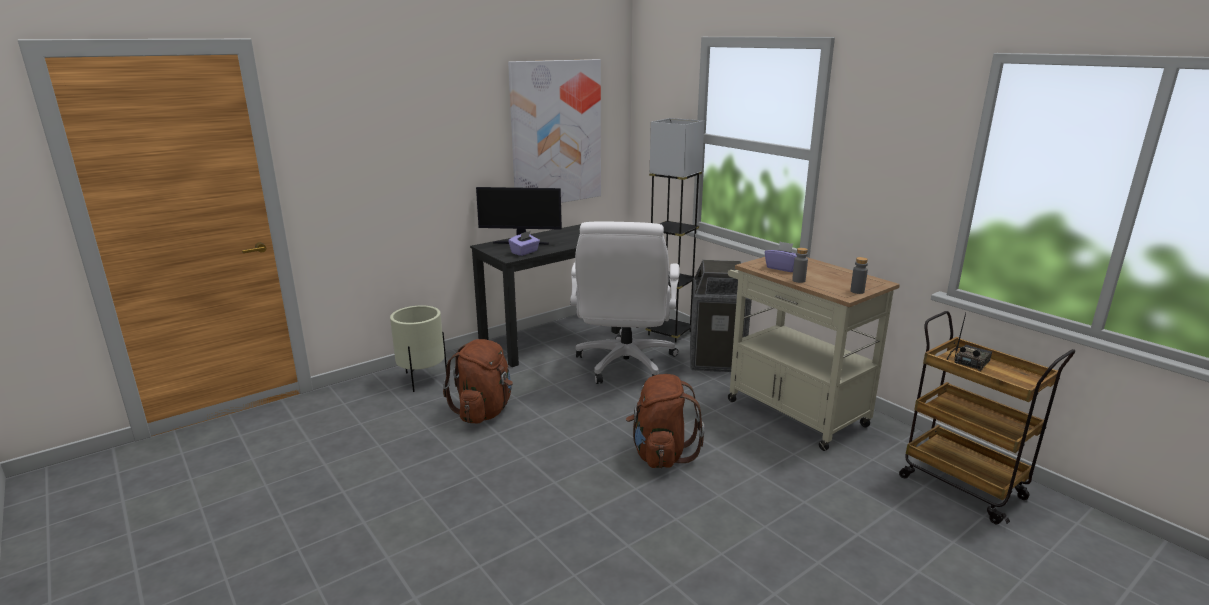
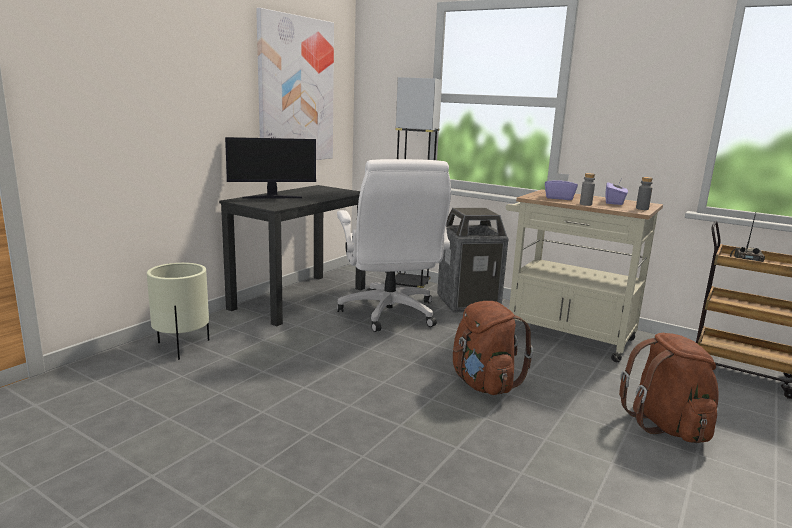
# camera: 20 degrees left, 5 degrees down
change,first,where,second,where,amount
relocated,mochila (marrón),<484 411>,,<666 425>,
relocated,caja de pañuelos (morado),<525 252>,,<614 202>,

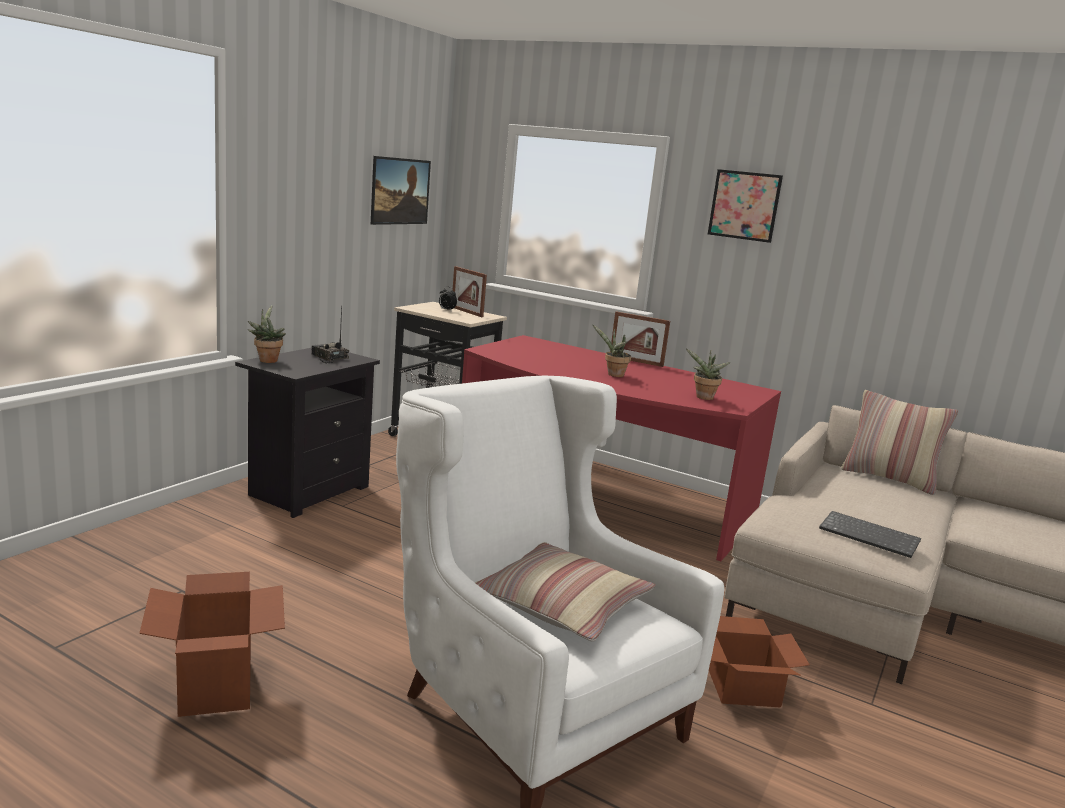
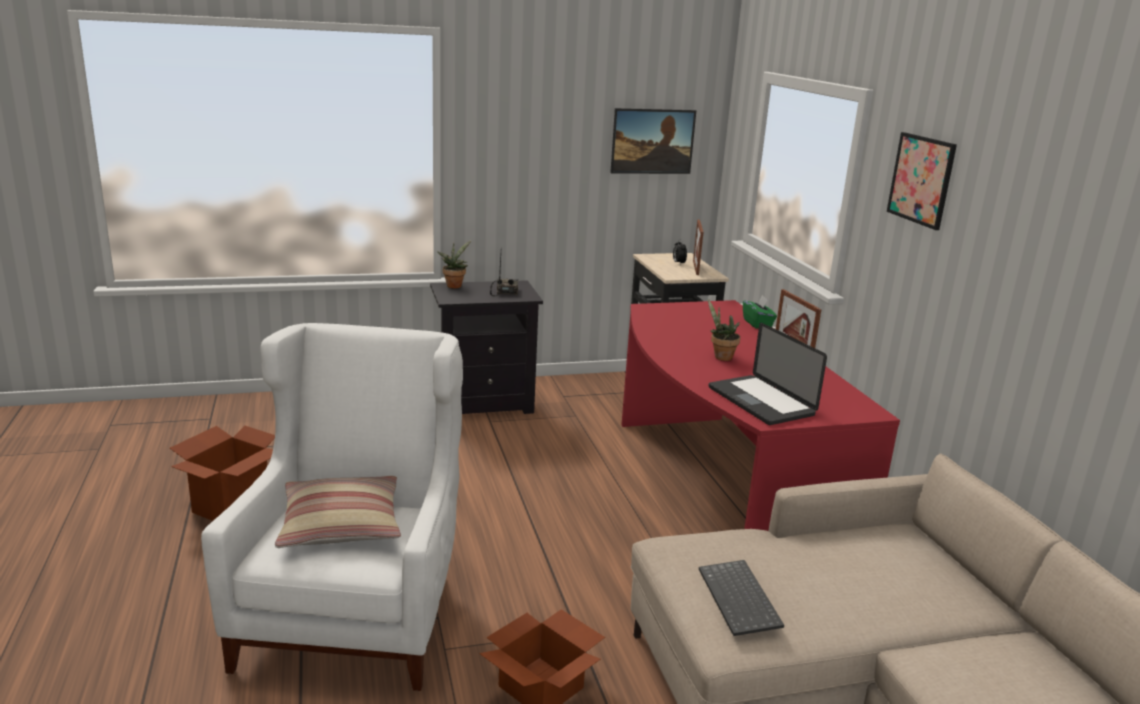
# camera: 45 degrees right, 5 degrees up
change,first,where,second,where,amount
missing,cojín,<889 479>,,,
appeared,,,caja de pañuelos (verde),<757 324>,
exchanged,planta en maceta,<703 398>,portátil,<760 401>,

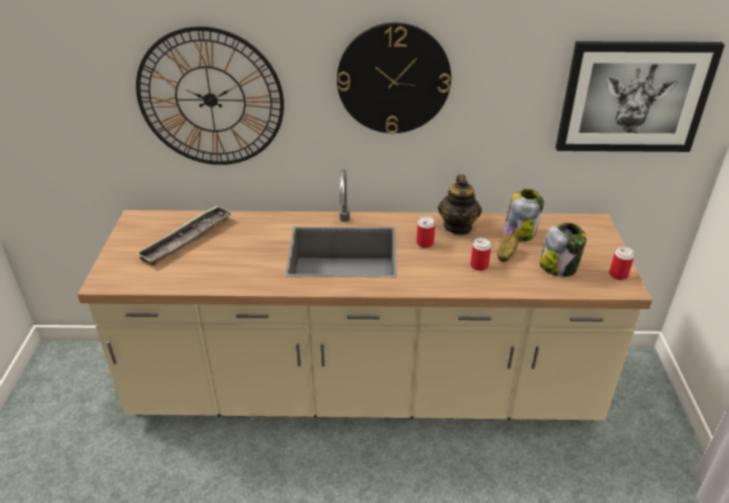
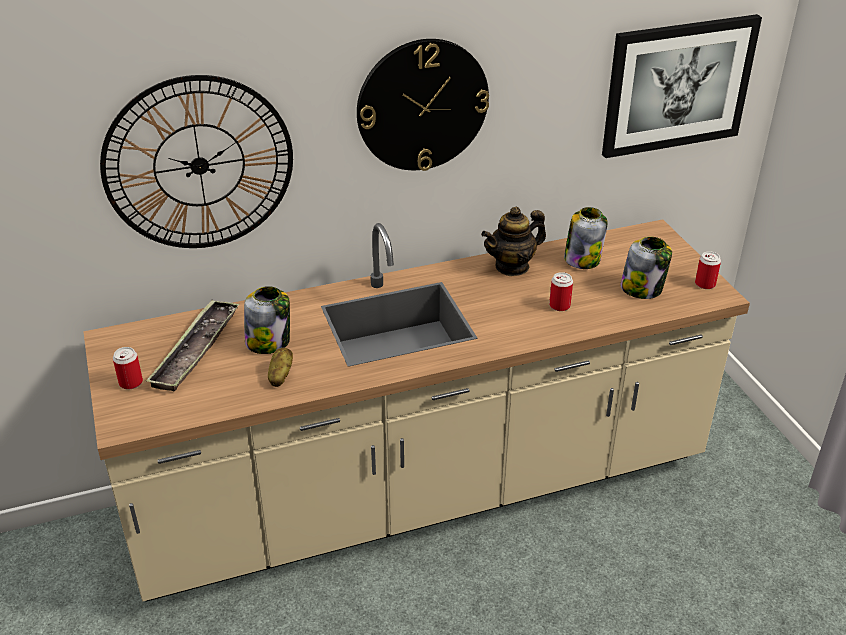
# camera: 20 degrees left, 0 degrees up
change,first,where,second,where,amount
appeared,,,tarro,<269 342>,
relocated,lata,<425 243>,,<131 383>,
relocated,patata,<506 255>,,<280 376>,
spun,tetera,<458 226>,,<512 266>,75 degrees clockwise

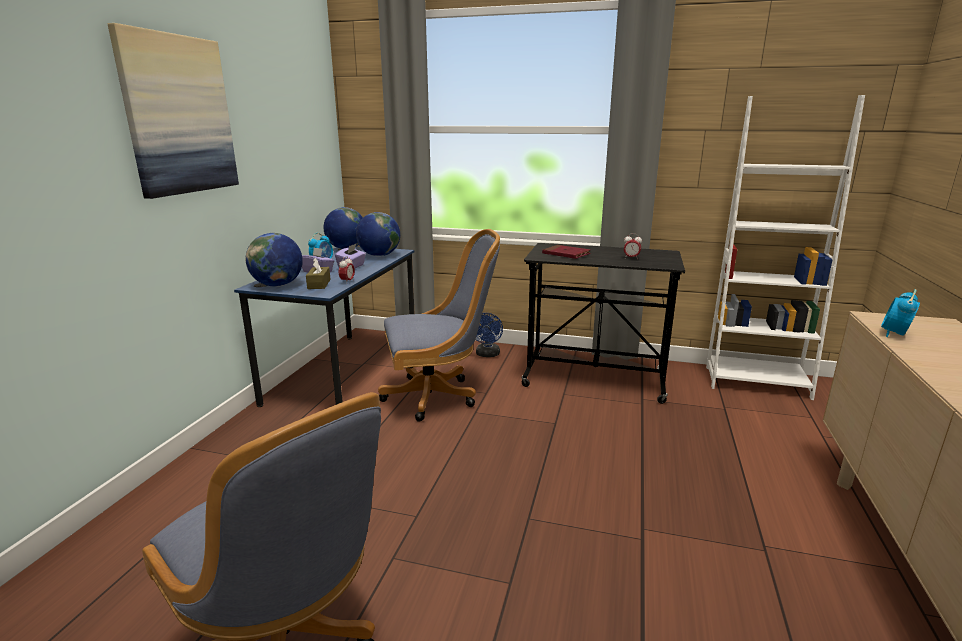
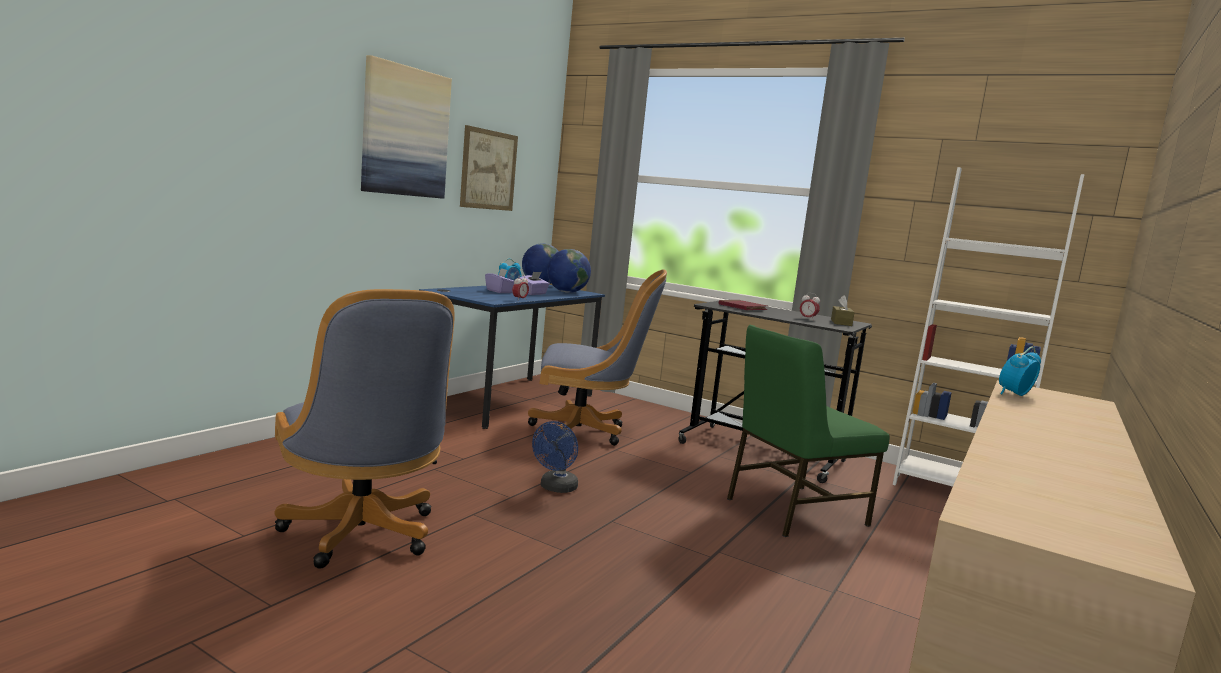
# camera: 15 degrees right, 10 degrees down
change,first,where,second,where,amount
missing,globo terráqueo,<278 285>,,,
appeared,,,cuadro,<488 170>,
appeared,,,silla (verde),<793 511>,
relocated,caja de pañuelos (marrón),<319 284>,,<841 322>,
relocated,ventilador (azul),<487 355>,,<556 488>,

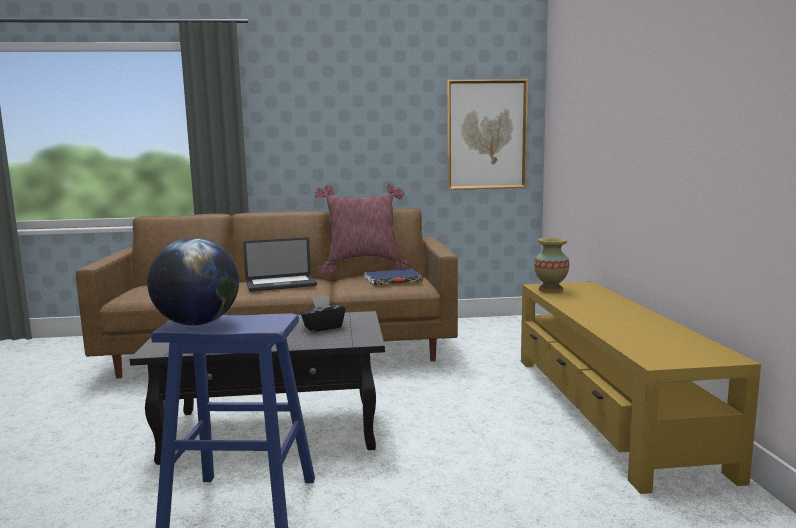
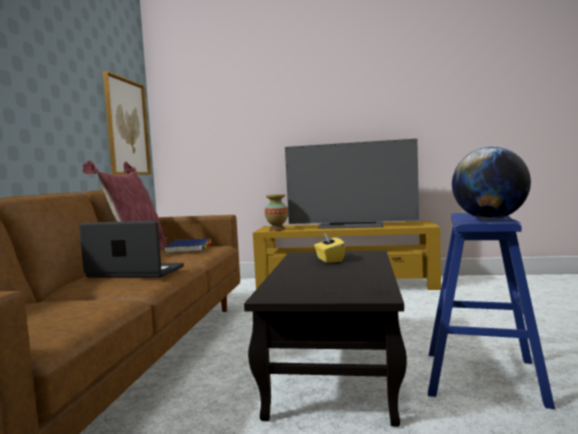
# camera: 75 degrees left, 5 degrees down
change,first,where,second,where,amount
appeared,,,televisor,<351 226>,
colour,caja de pañuelos (negro),<323 327>,caja de pañuelos (amarillo),<329 260>,
spun,portátil,<281 284>,,<136 272>,75 degrees counterclockwise

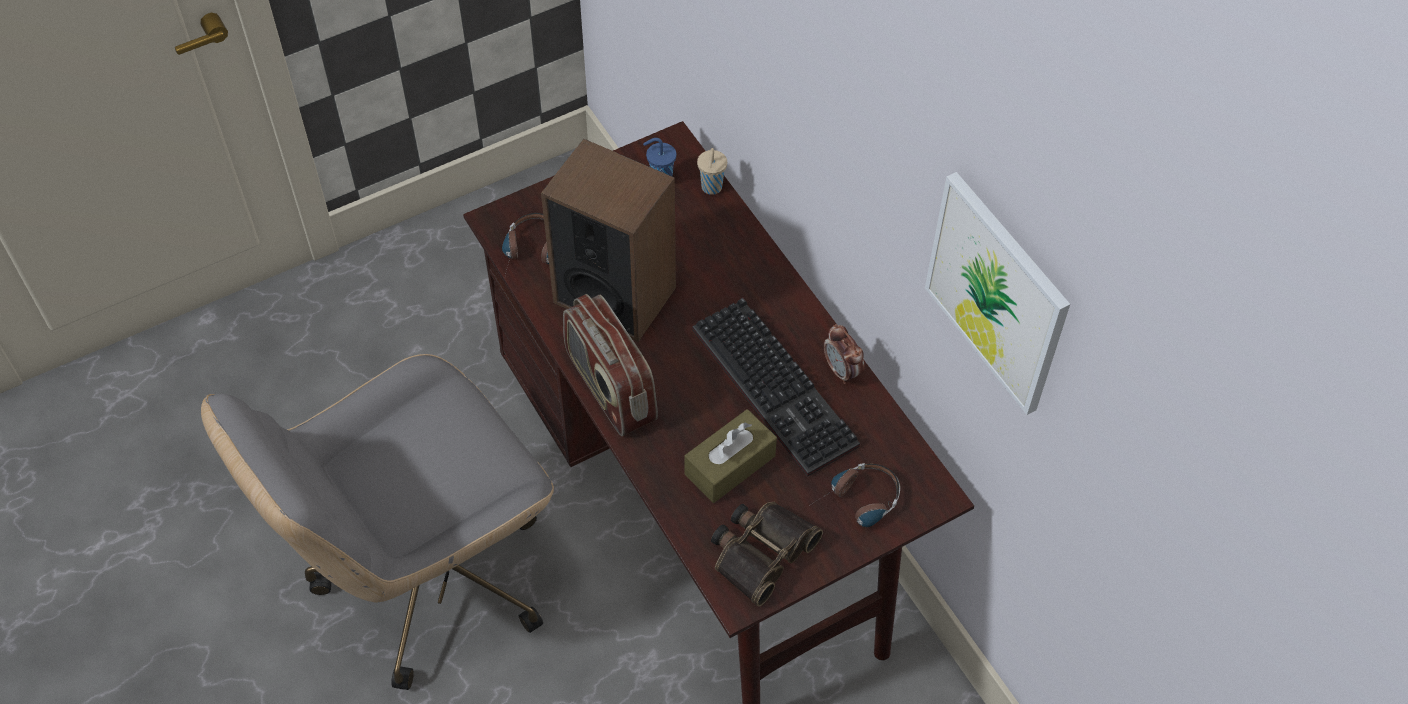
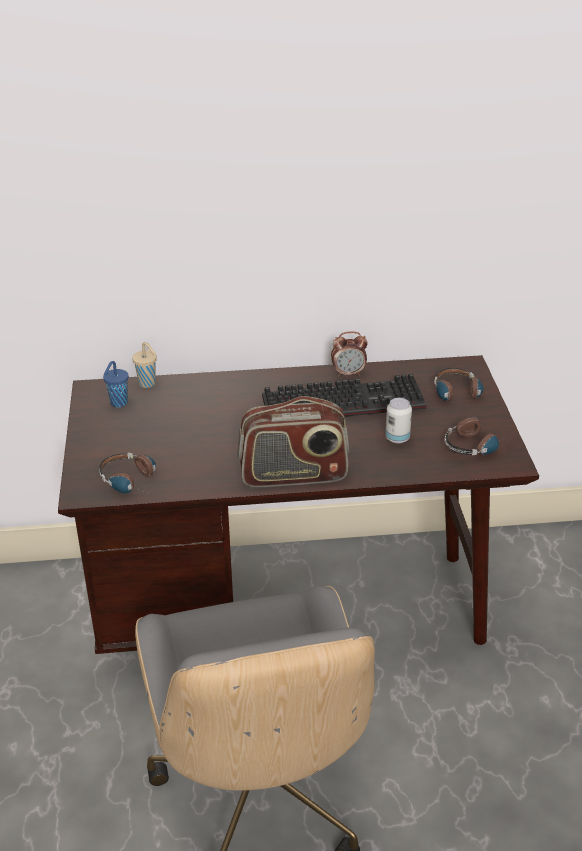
# camera: 65 degrees left, 20 degrees down
change,first,where,second,where,amount
missing,altavoz,<615 294>,,,
missing,cuadro,<997 293>,,,
exchanged,caja de pañuelos (marrón),<730 465>,lata,<397 438>,
exchanged,prismáticos,<760 551>,auriculares,<477 444>,

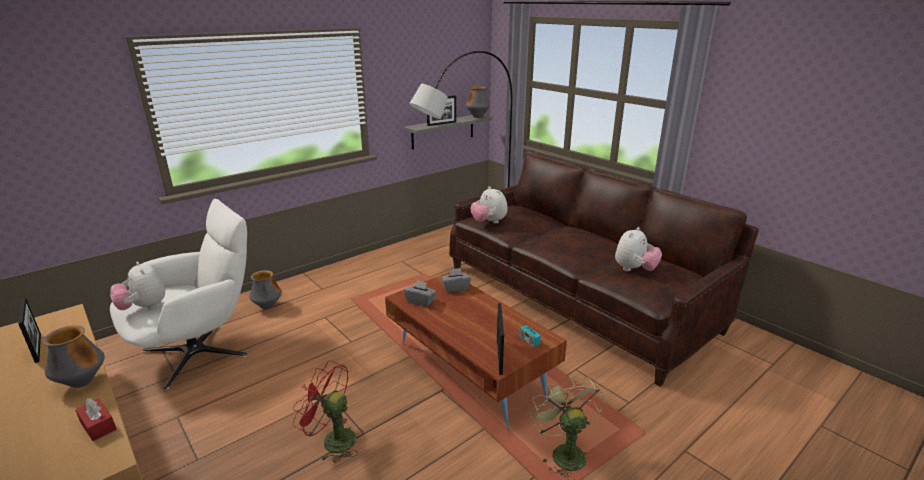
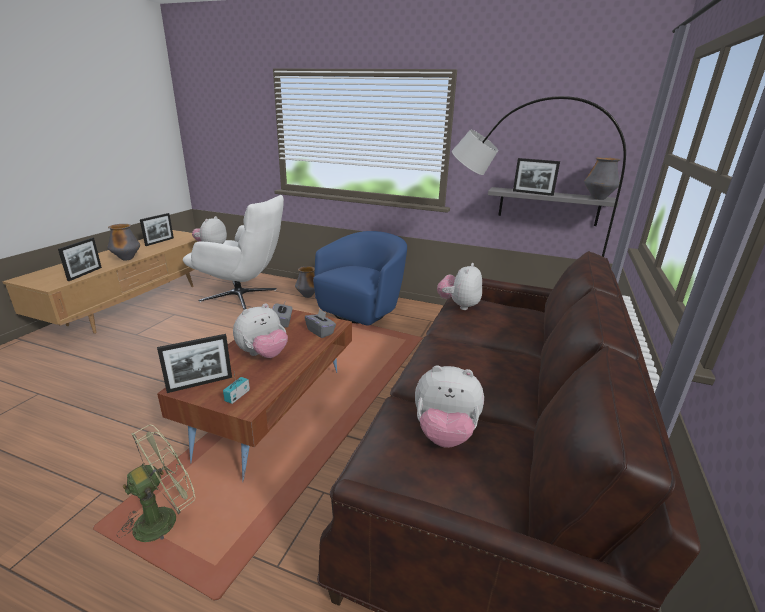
# camera: 60 degrees right, 0 degrees up
change,first,where,second,where,amount
missing,ventilador (rojo),<332 440>,,,
appeared,,,peluche,<263 354>,
appeared,,,sillón (azul),<362 310>,
exchanged,caja de pañuelos (rojo),<98 425>,portarretratos,<85 274>,

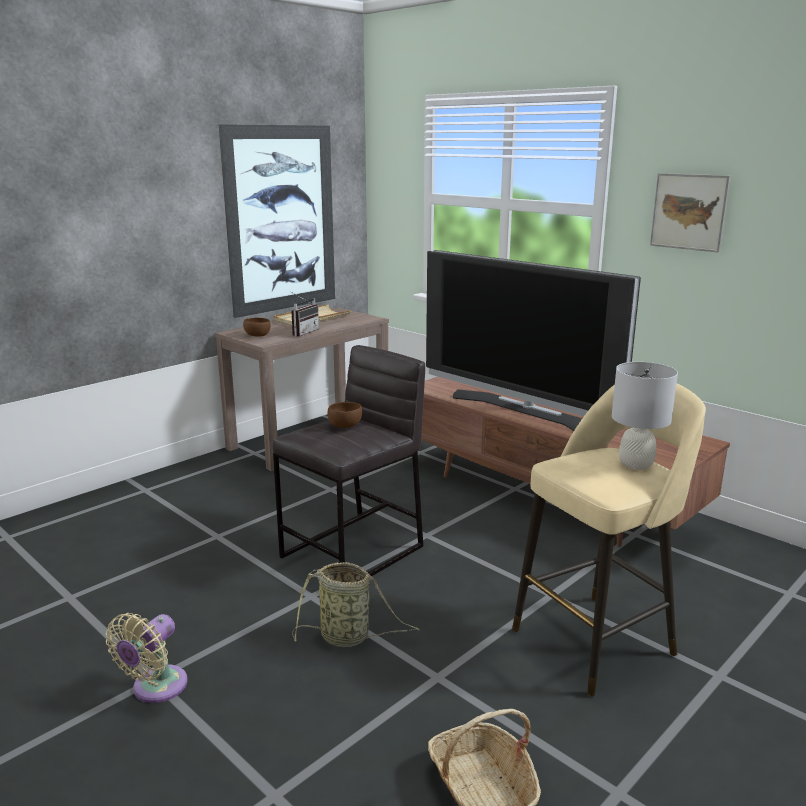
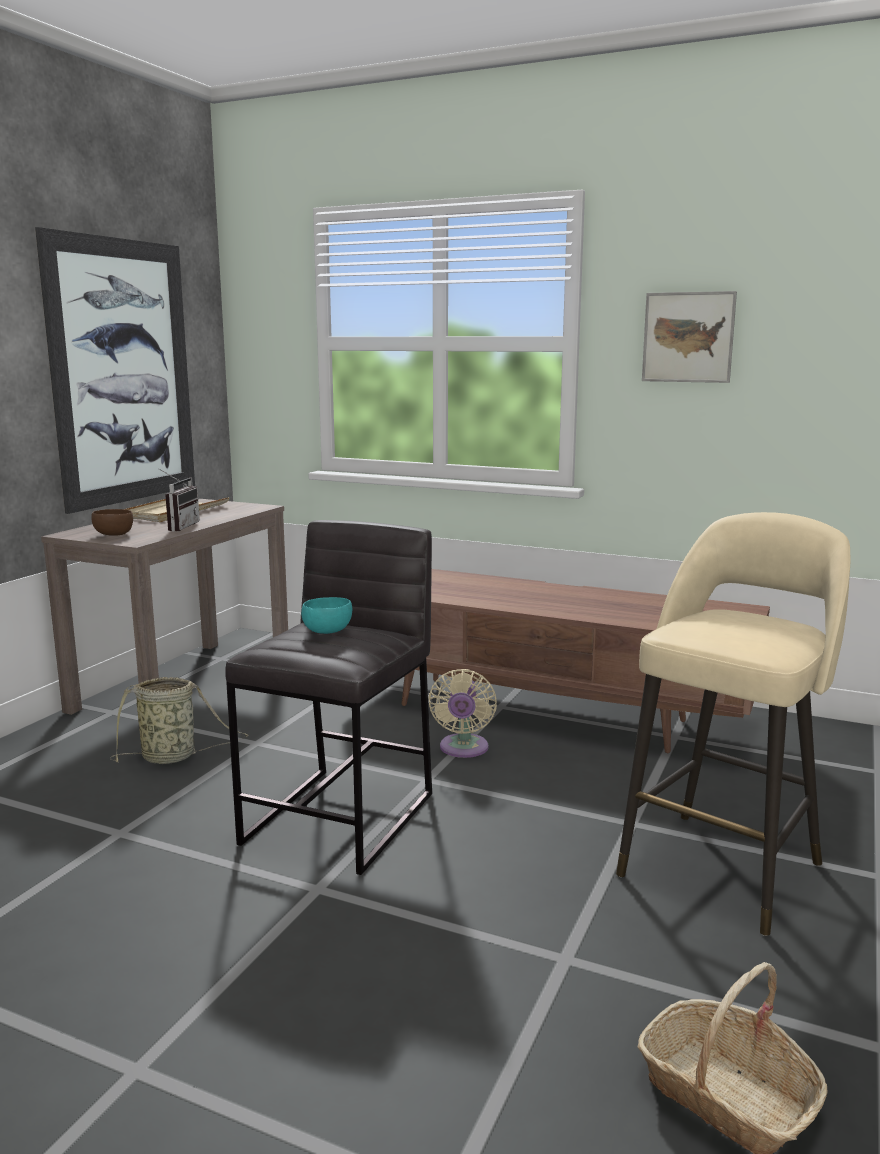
# camera: 20 degrees left, 5 degrees down
change,first,where,second,where,amount
missing,televisor,<523 412>,,,
missing,lámpara de mesa (gris),<637 465>,,,
relocated,ventilador (beis),<155 688>,,<463 749>,
relocated,cesta,<348 637>,,<173 757>,
colour,cuenco (marrón),<345 426>,cuenco (turquesa),<327 632>,

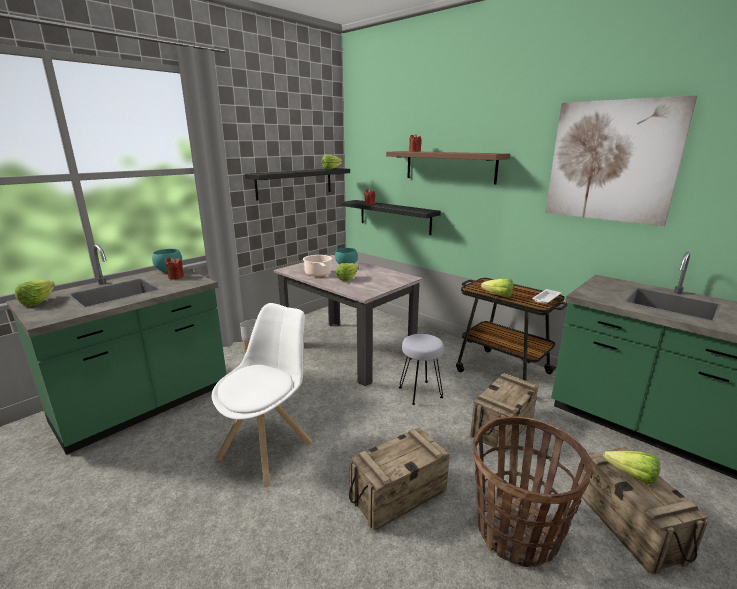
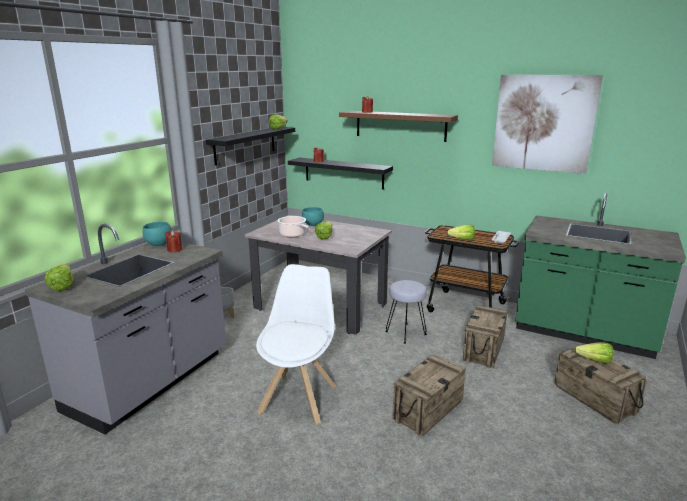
# camera: 15 degrees left, 0 degrees up
change,first,where,second,where,amount
missing,cesta,<517 533>,,,
colour,mueble bajo de cocina (verde),<144 406>,mueble bajo de cocina (gris),<151 382>,

